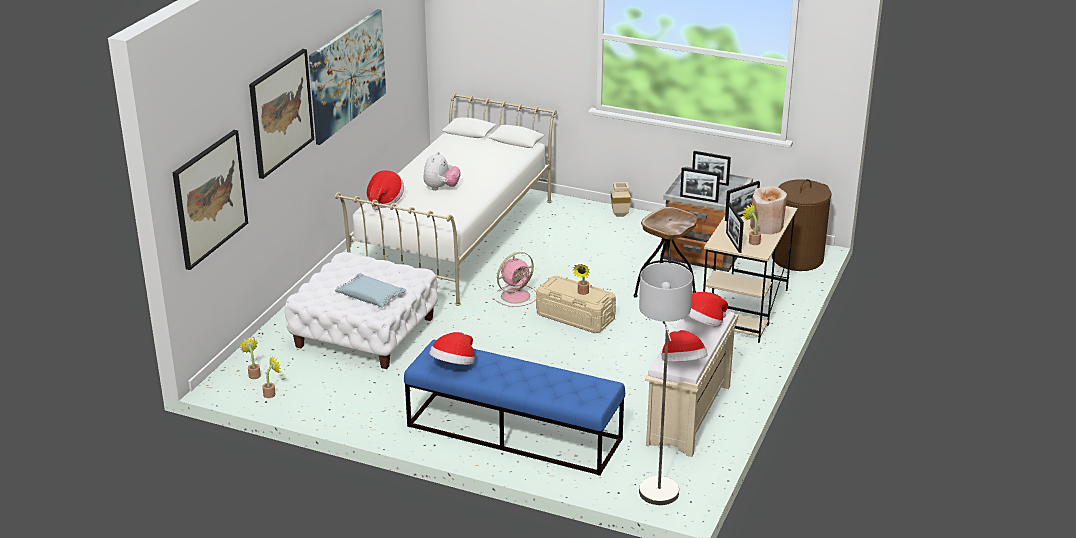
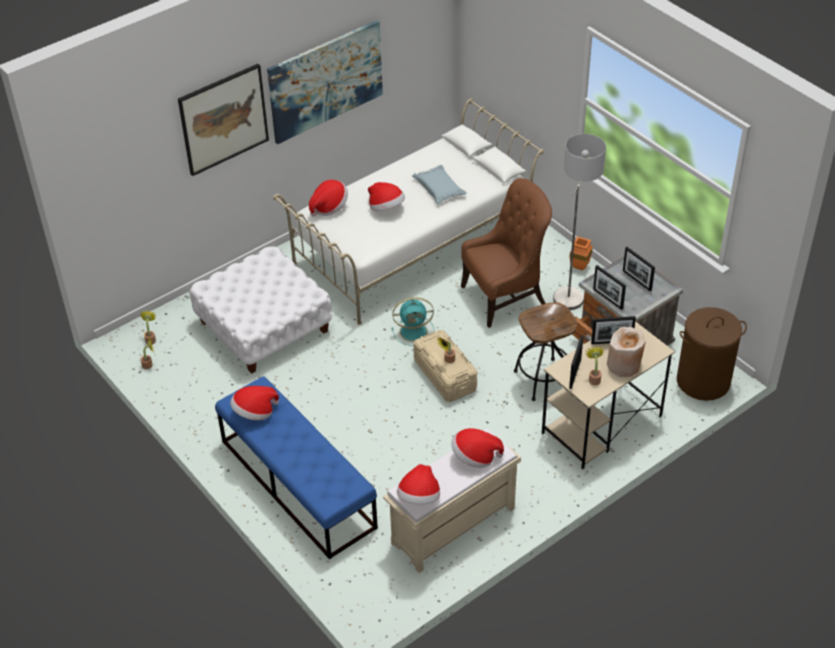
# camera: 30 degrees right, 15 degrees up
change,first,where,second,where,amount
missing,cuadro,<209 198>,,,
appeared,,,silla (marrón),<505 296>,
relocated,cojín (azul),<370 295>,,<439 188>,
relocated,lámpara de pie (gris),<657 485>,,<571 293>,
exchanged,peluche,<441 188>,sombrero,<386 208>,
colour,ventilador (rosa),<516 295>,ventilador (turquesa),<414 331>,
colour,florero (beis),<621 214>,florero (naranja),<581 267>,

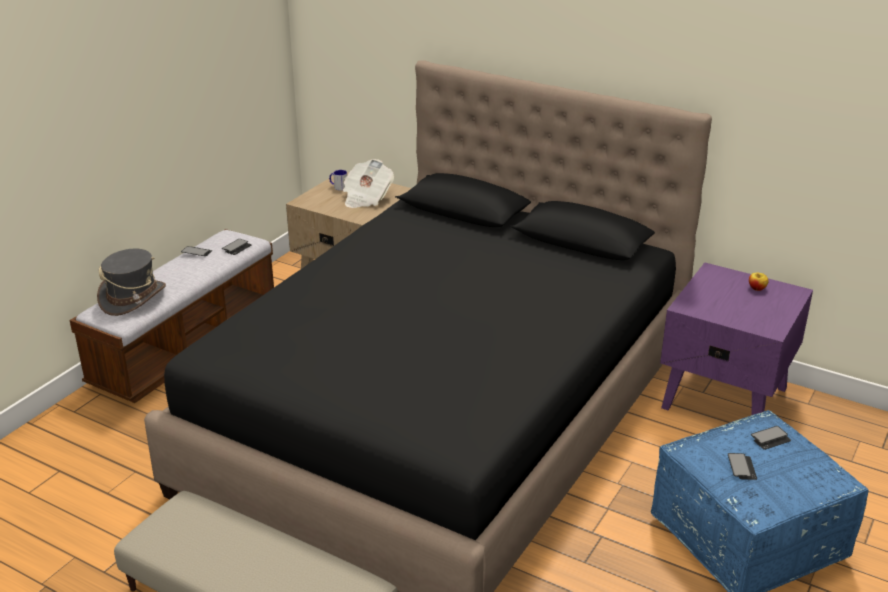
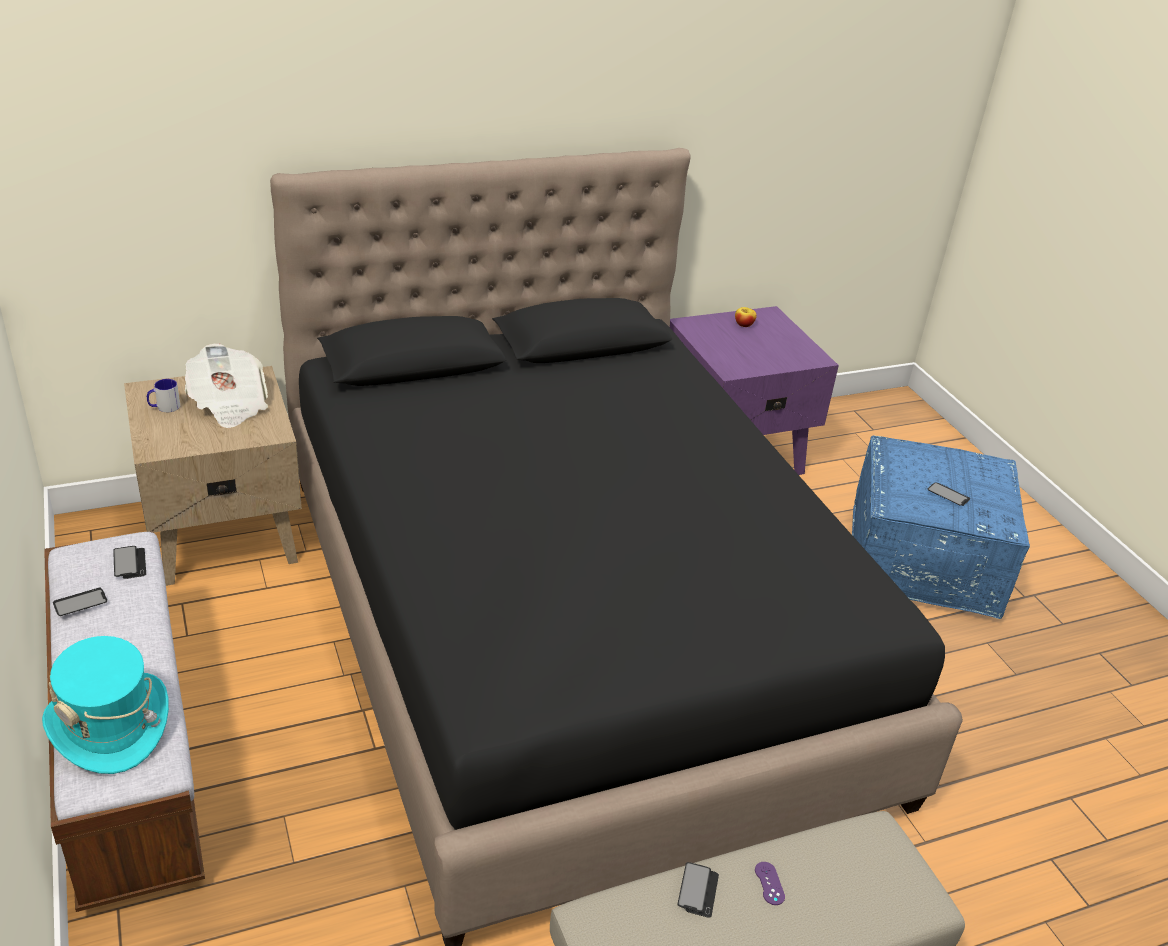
# camera: 55 degrees left, 5 degrees up
change,first,where,second,where,amount
appeared,,,mando de consola (morado),<769 883>,
relocated,móvil,<770 439>,,<698 890>,
colour,sombrero (gris),<133 298>,sombrero (turquesa),<110 724>,

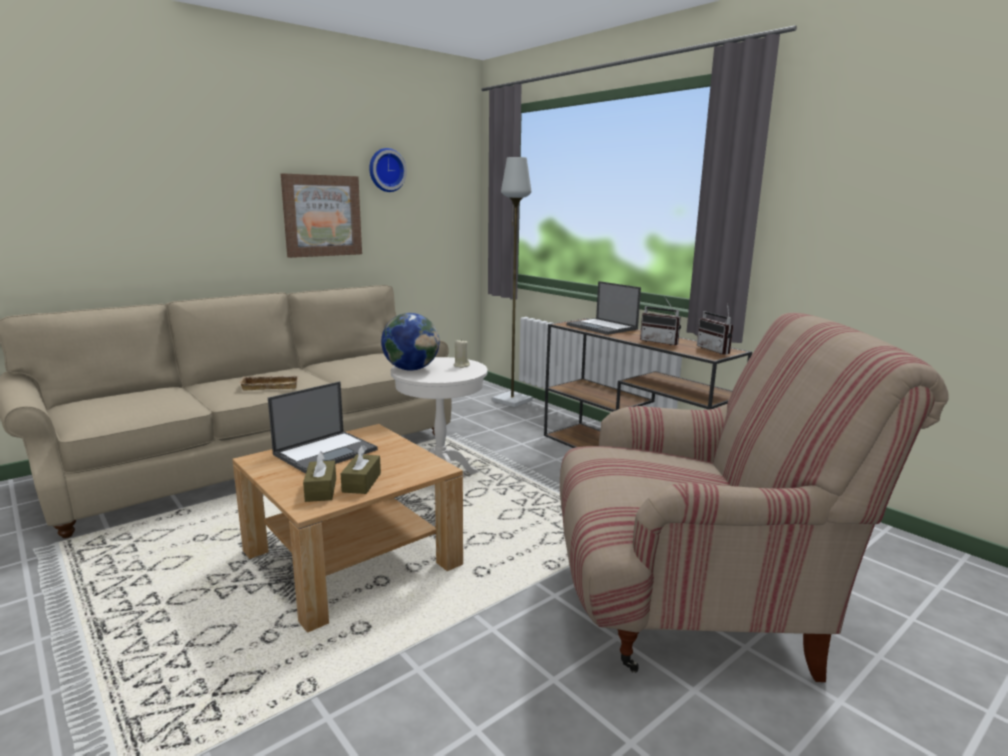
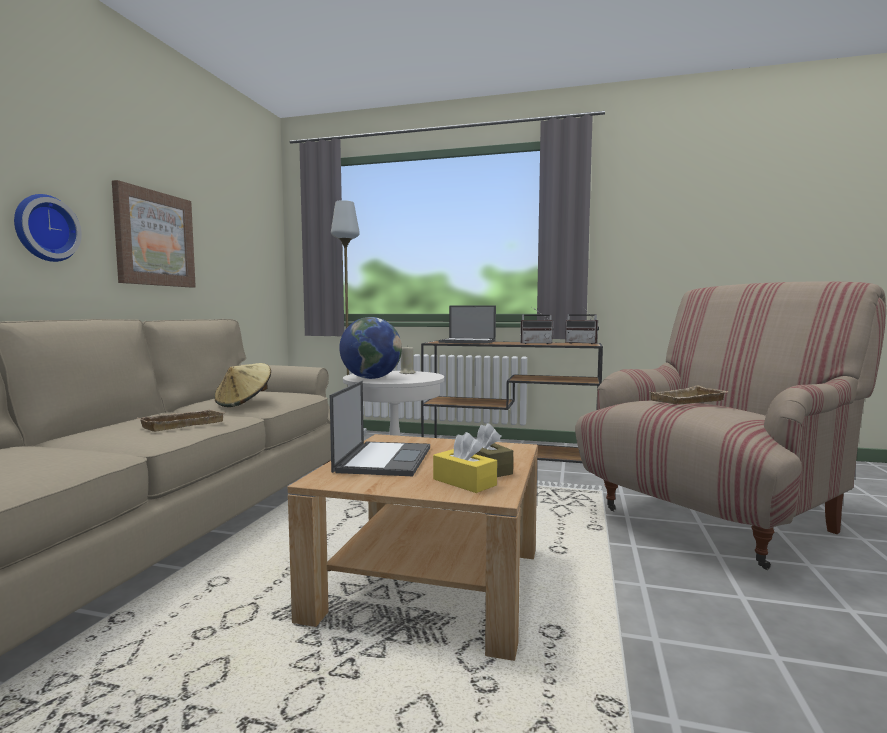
# camera: 35 degrees left, 10 degrees down
change,first,where,second,where,amount
appeared,,,sombrero (beis),<244 403>,
appeared,,,bandeja (beis),<688 401>,
relocated,reloj de pared,<386 170>,,<44 228>,
colour,caja de pañuelos (marrón),<321 490>,caja de pañuelos (amarillo),<464 482>,

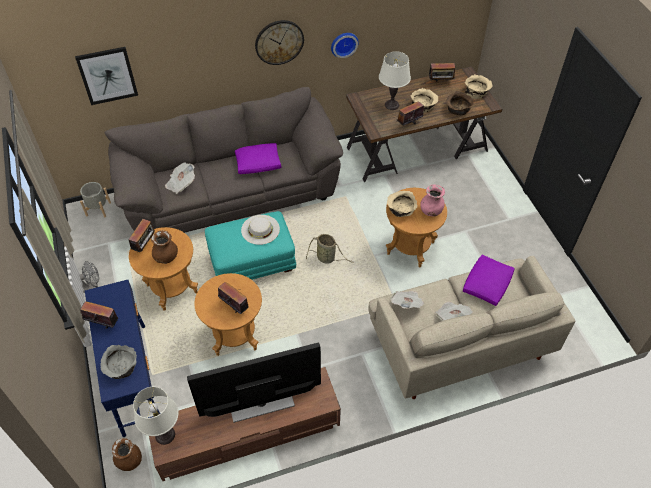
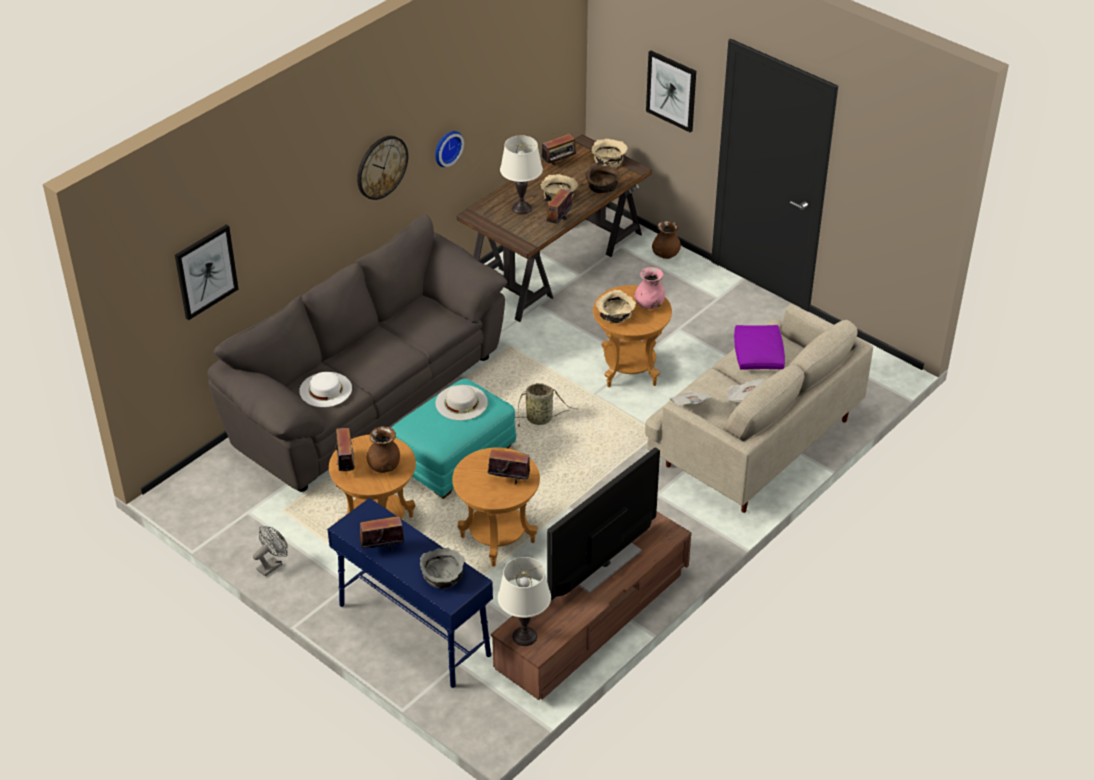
# camera: 30 degrees left, 10 degrees down
change,first,where,second,where,amount
missing,maceta (gris),<98 209>,,,
missing,cojín (morado),<258 163>,,,
appeared,,,cuadro,<671 90>,
relocated,florero (marrón),<129 461>,,<665 254>,
exchanged,periódico,<181 184>,sombrero (blanco),<325 389>,

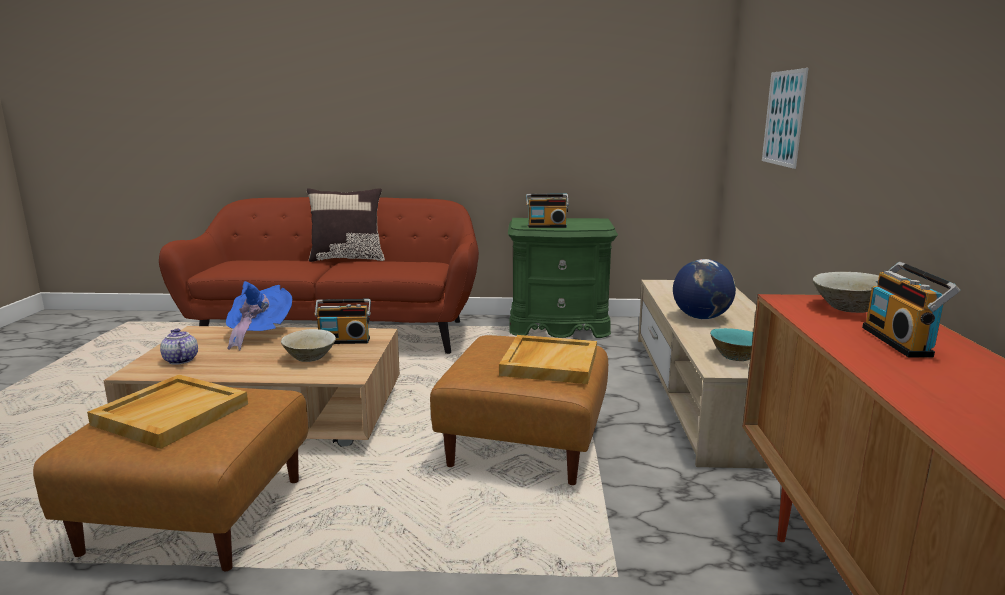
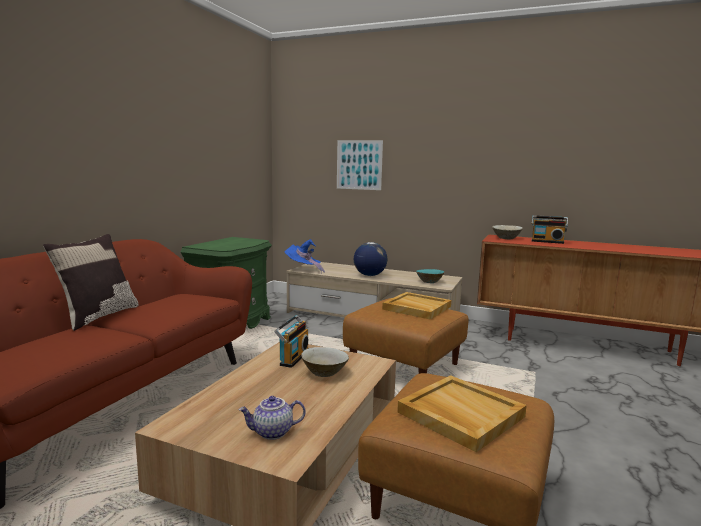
# camera: 70 degrees left, 5 degrees down
change,first,where,second,where,amount
missing,radio,<547 226>,,,
relocated,sombrero (azul),<258 334>,,<303 270>,

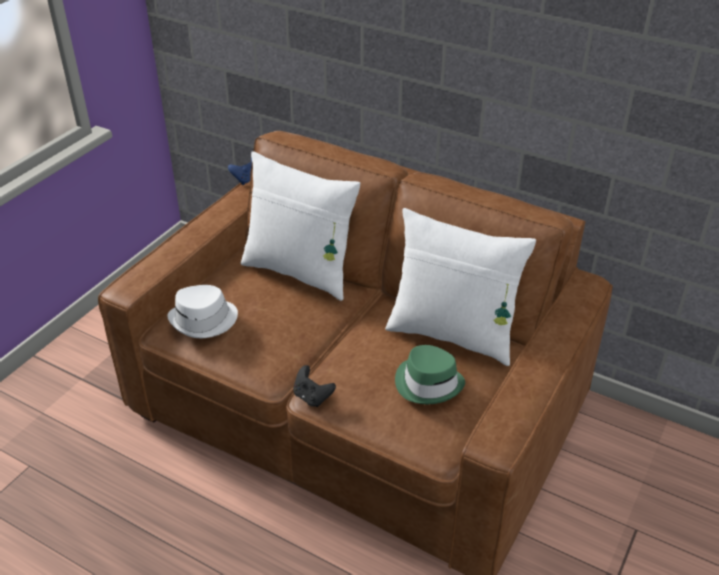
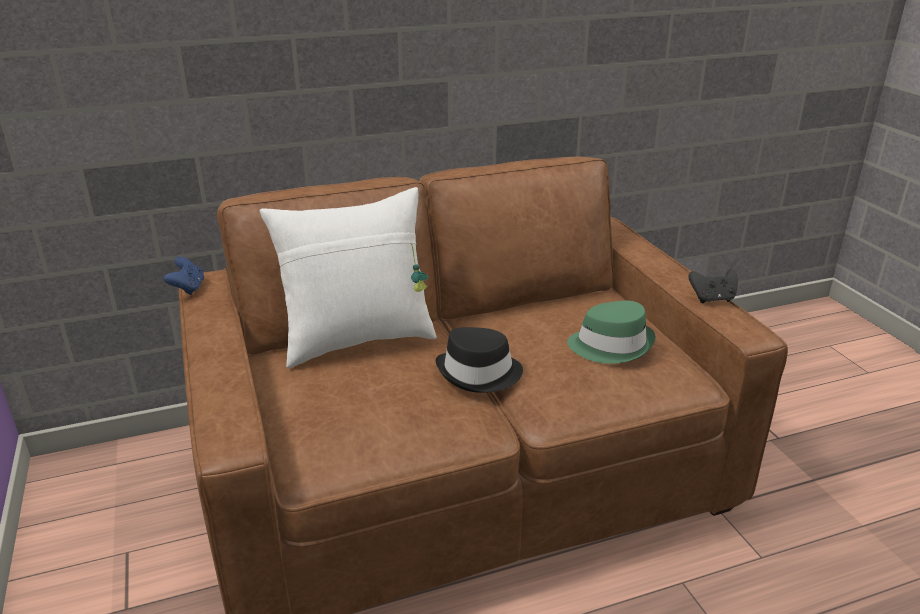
# camera: 50 degrees left, 10 degrees down
change,first,where,second,where,amount
missing,sombrero (blanco),<204 320>,,,
missing,cojín (blanco),<451 335>,,,
appeared,,,sombrero (negro),<479 373>,
relocated,mando de consola (negro),<312 397>,,<712 299>,

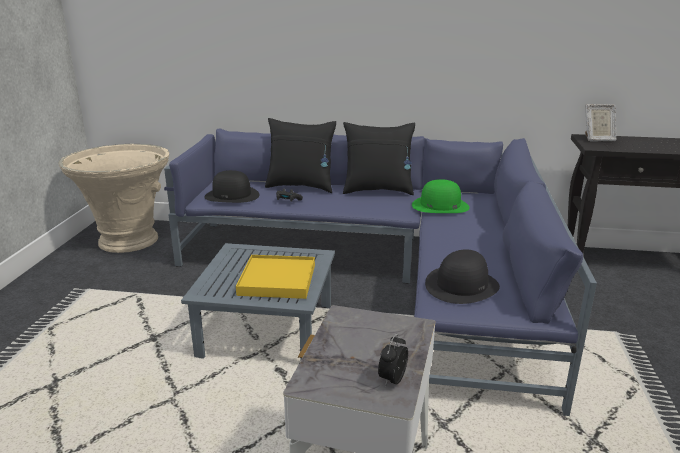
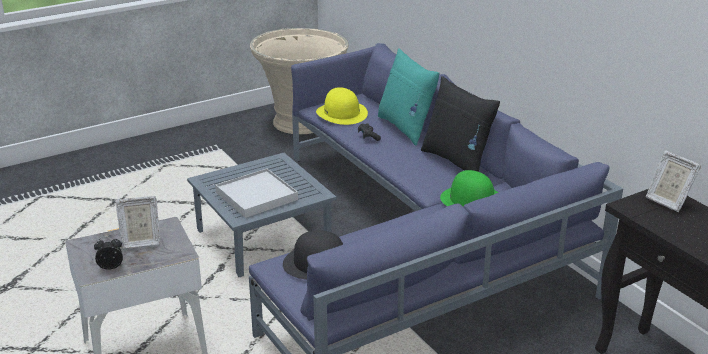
# camera: 50 degrees right, 5 degrees up
change,first,where,second,where,amount
appeared,,,portarretratos,<140 242>,
colour,sombrero (negro),<232 195>,sombrero (amarillo),<342 113>,
colour,bandeja (amarillo),<277 280>,bandeja (blanco),<256 196>,
colour,cojín (negro),<300 187>,cojín (turquesa),<405 128>,

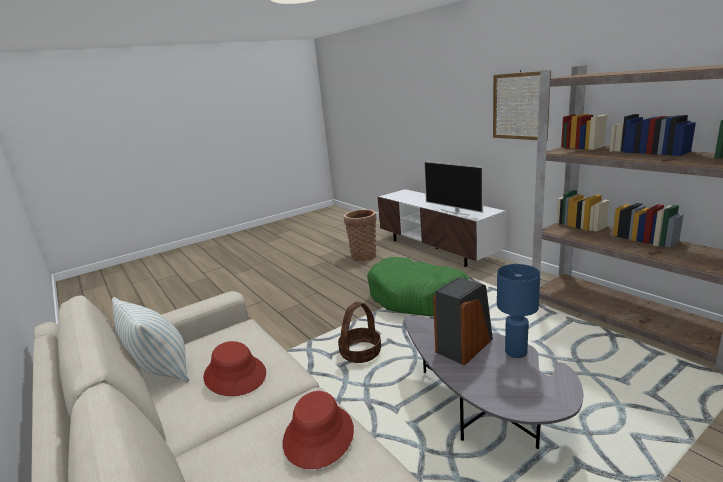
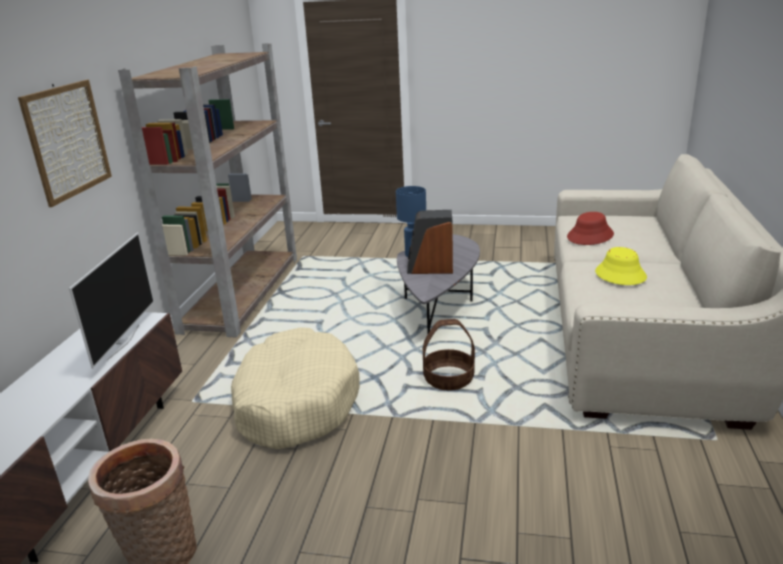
# camera: 135 degrees left, 5 degrees up
change,first,where,second,where,amount
missing,cojín,<161 370>,,,
colour,sombrero (rojo),<235 375>,sombrero (amarillo),<620 275>,
colour,cama para perro (verde),<417 297>,cama para perro (beis),<295 402>,

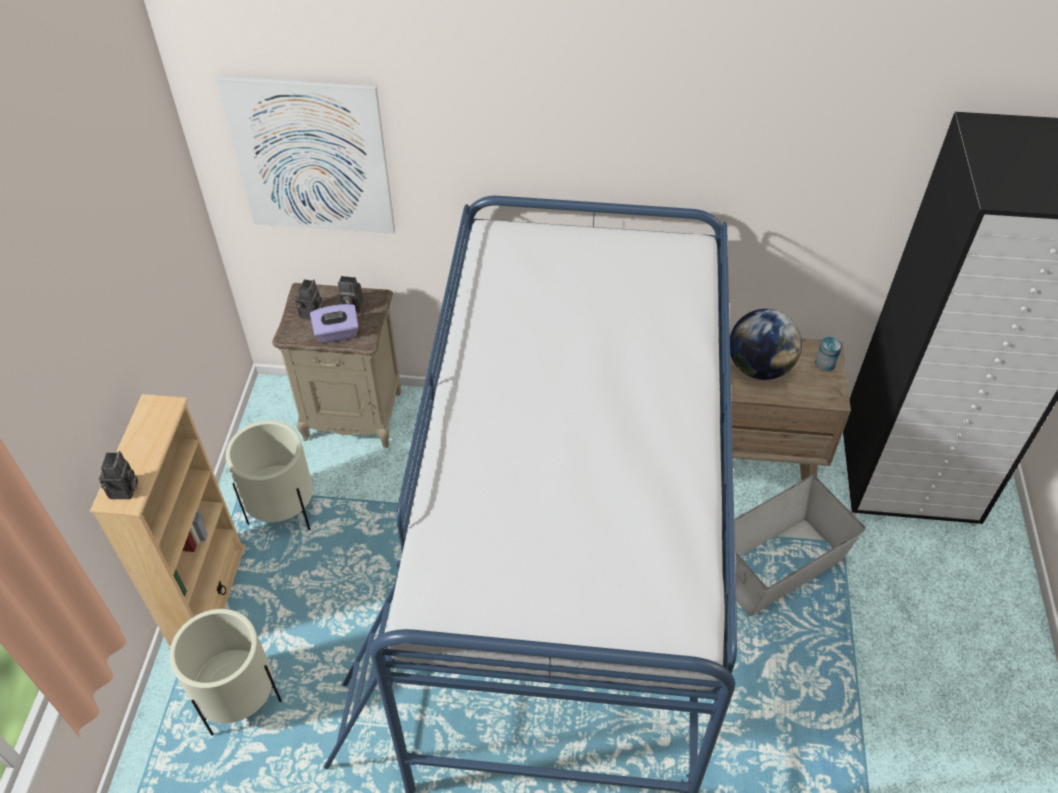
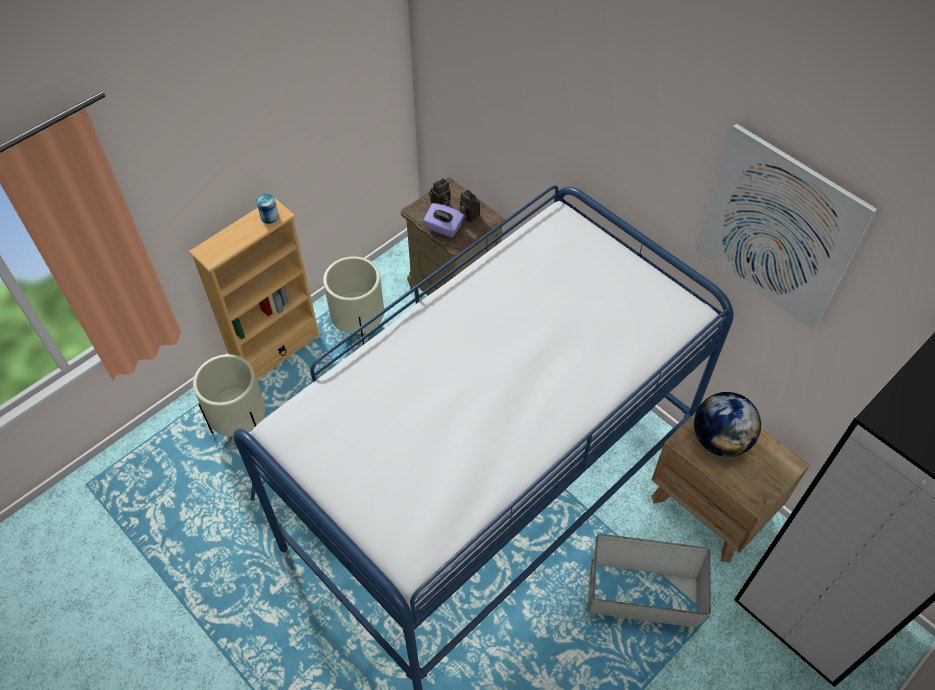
# camera: 40 degrees right, 5 degrees up
change,first,where,second,where,amount
missing,cámara,<124 491>,,,
relocated,cuadro,<311 157>,,<778 230>,
relocated,lata,<825 363>,,<269 217>,

